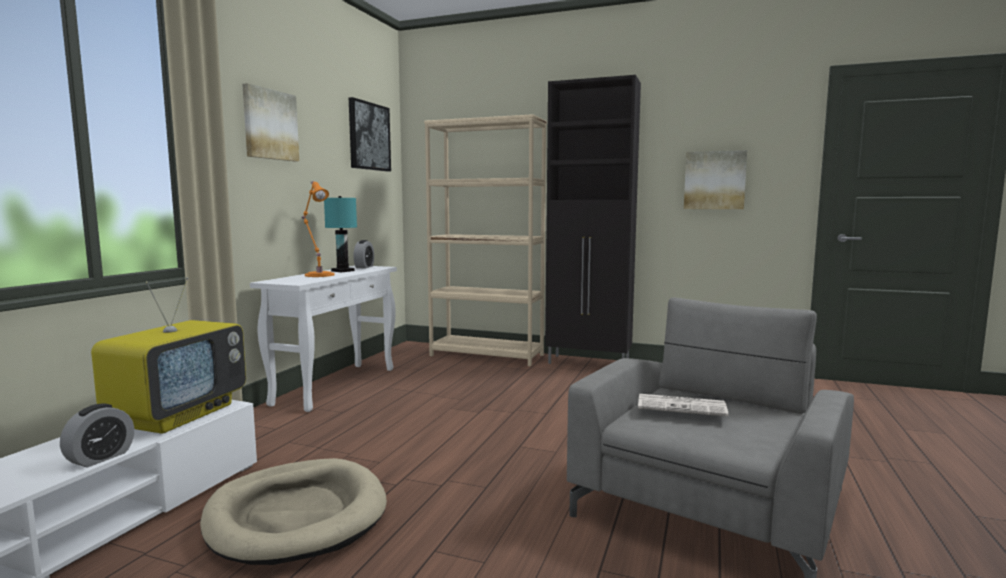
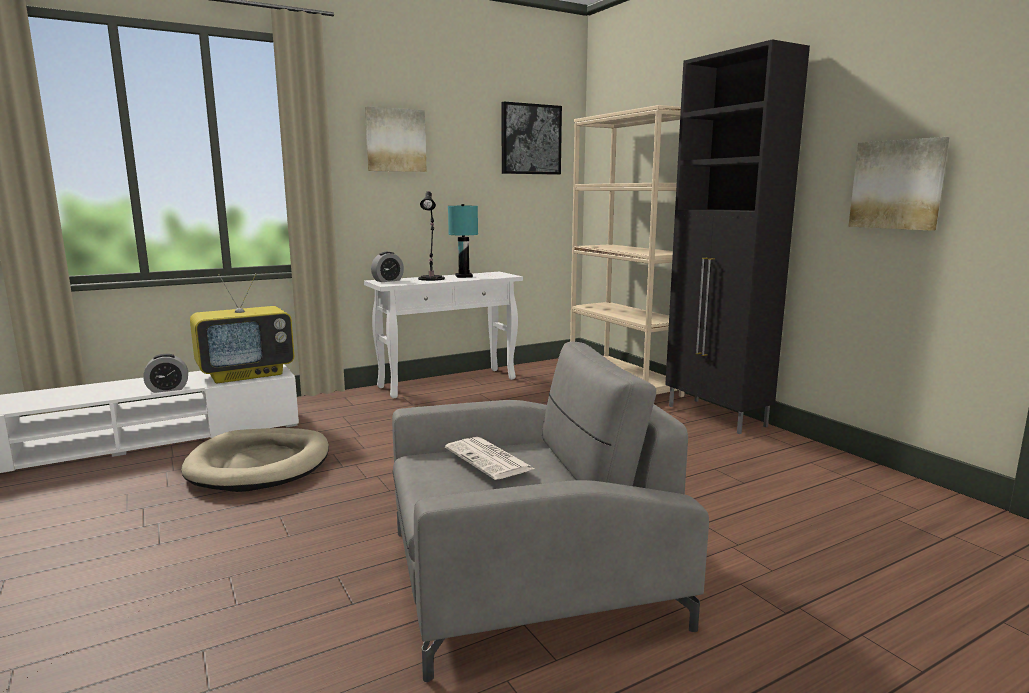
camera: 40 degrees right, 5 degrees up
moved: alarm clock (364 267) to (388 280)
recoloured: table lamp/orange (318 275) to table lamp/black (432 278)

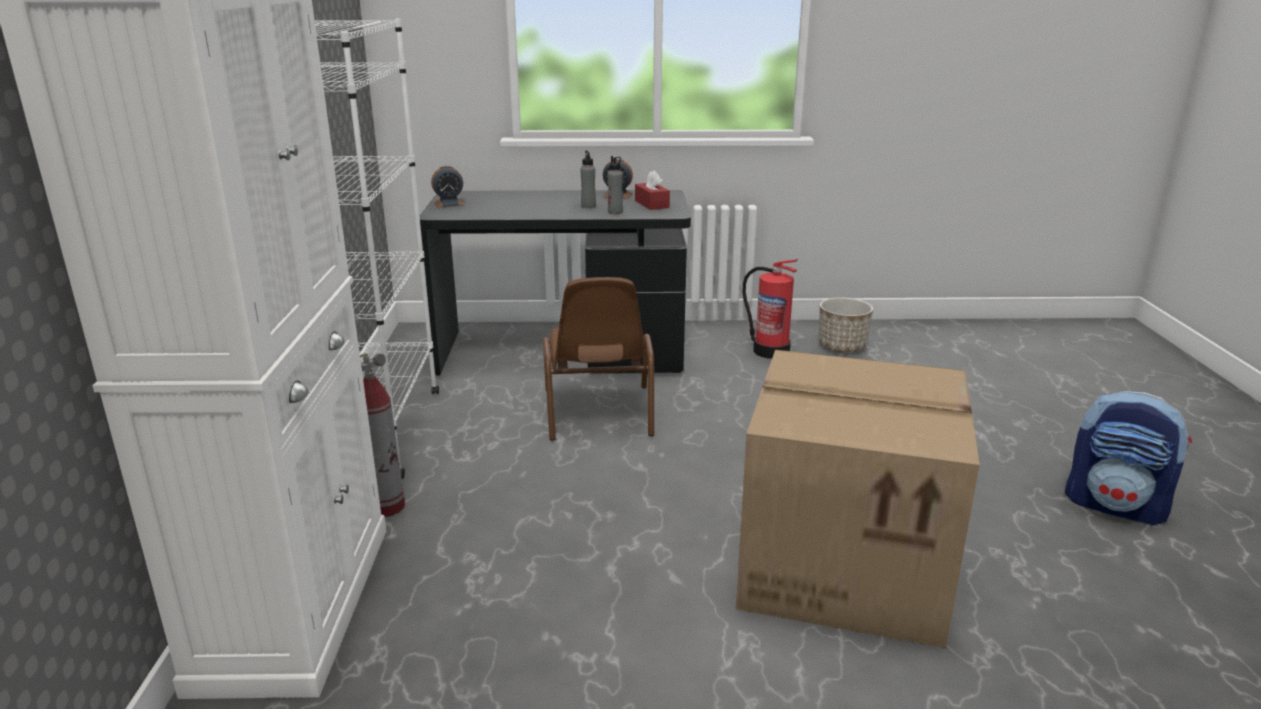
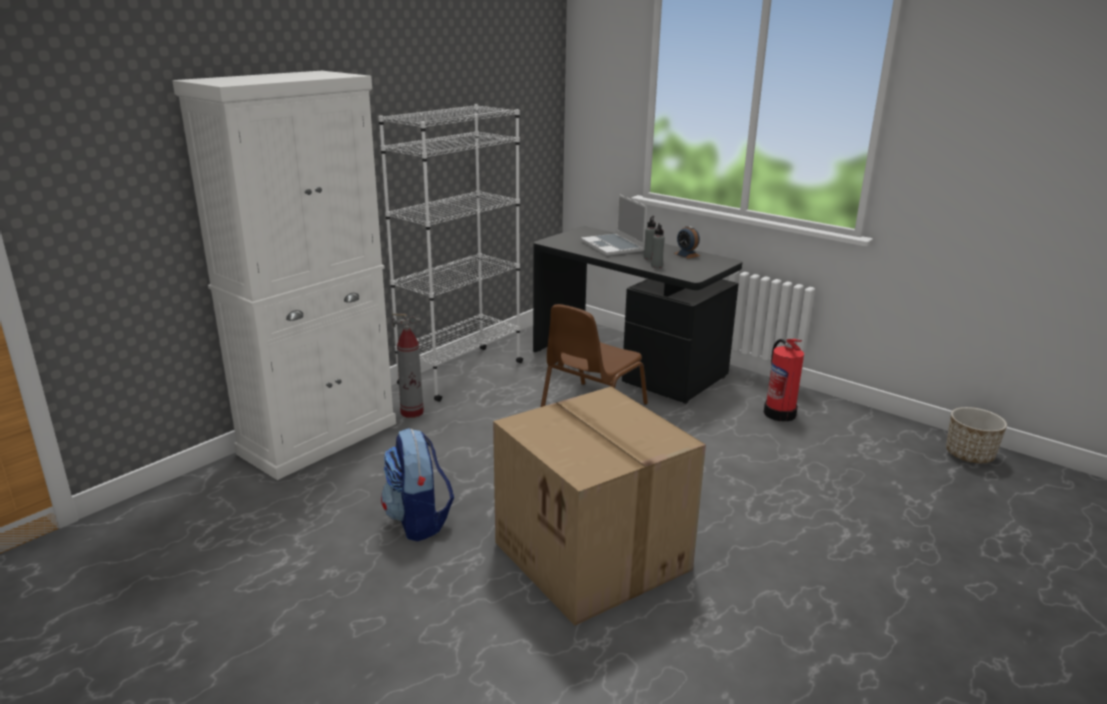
camera: 40 degrees right, 0 degrees up
removed: alarm clock (449 204); tissue box/red (652 204)
added: laptop (613 246)
moved: backpack (1116 506) to (418 521); planter (842 346) to (969 455)

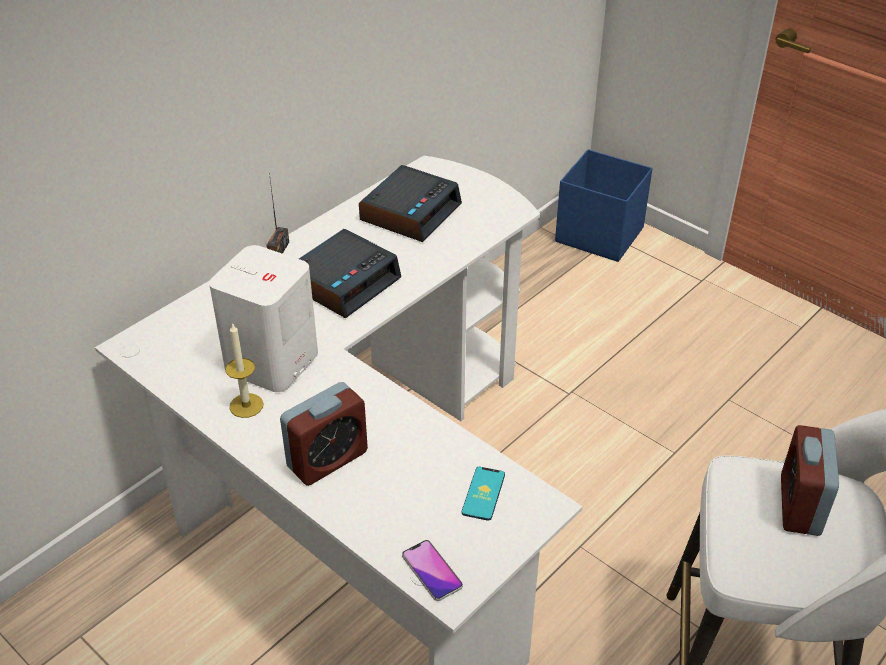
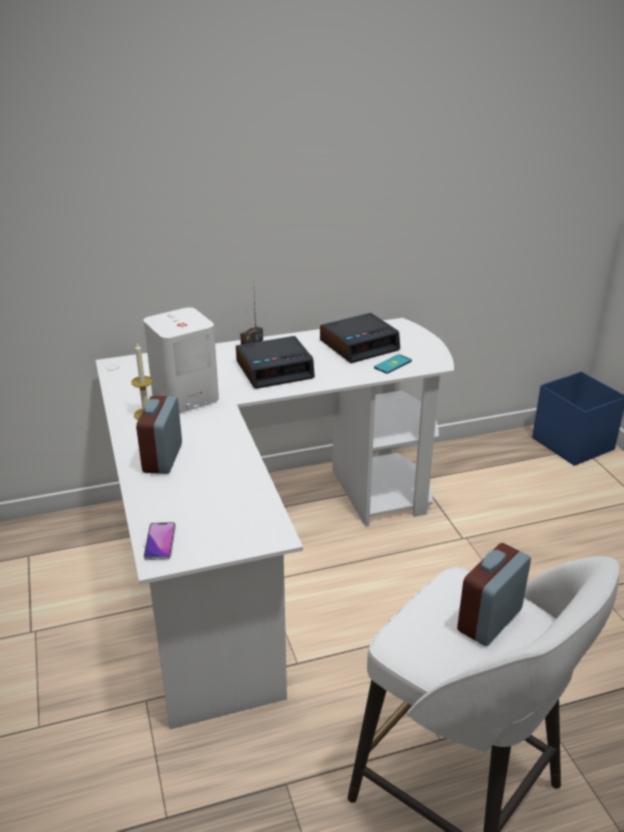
camera: 30 degrees right, 10 degrees down
moved: phone (483 494) to (393 364)
turned: alarm clock (327 459) = (162 458) 105 degrees clockwise

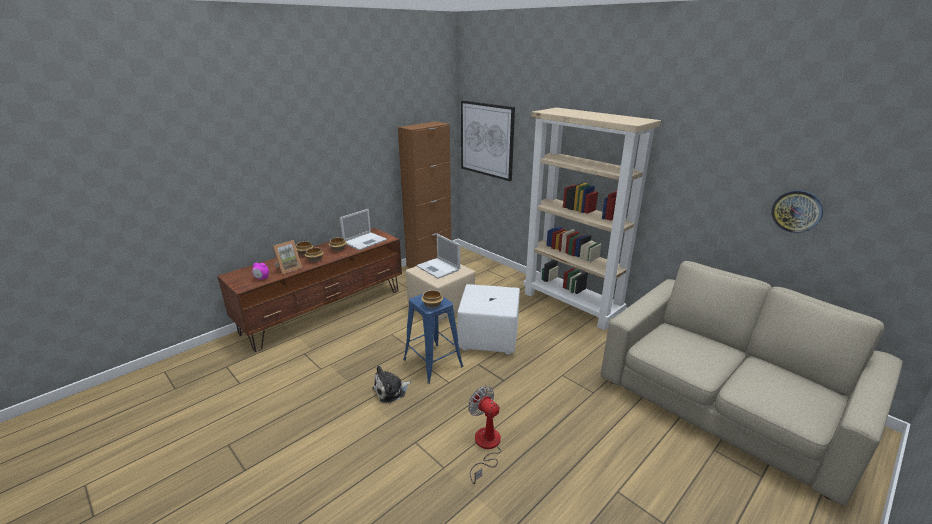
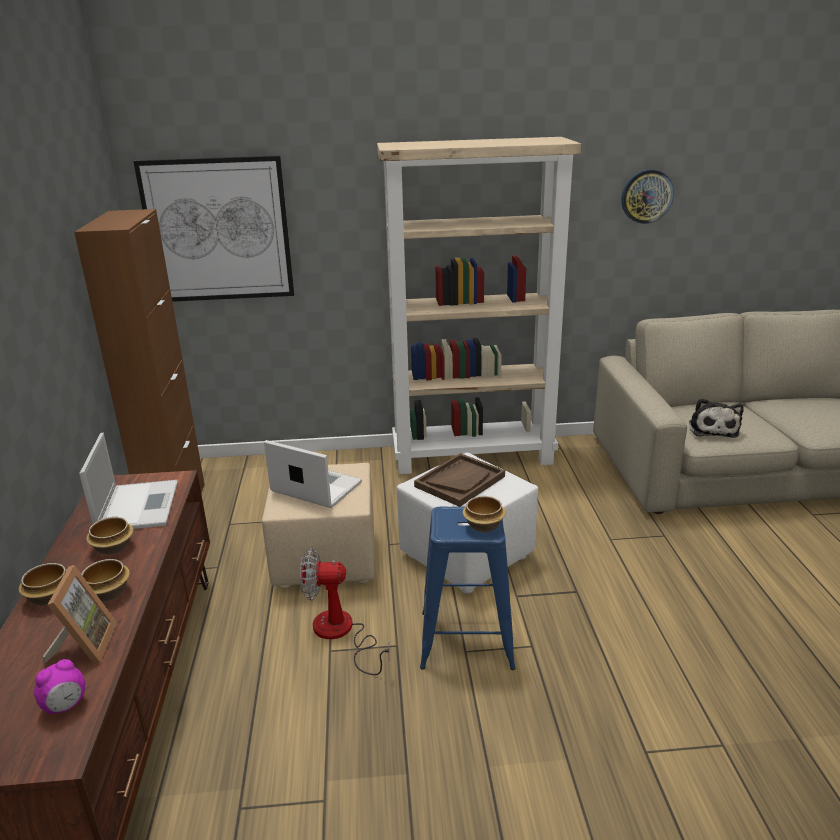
camera: 50 degrees left, 0 degrees up
added: tray/brown (460 481)
moved: fan (485 446) to (341 634); wall clock (796 211) to (646 196); plush toy (391 391) to (712 429)
turned: laptop (438 268) = (314 487) 150 degrees counterclockwise

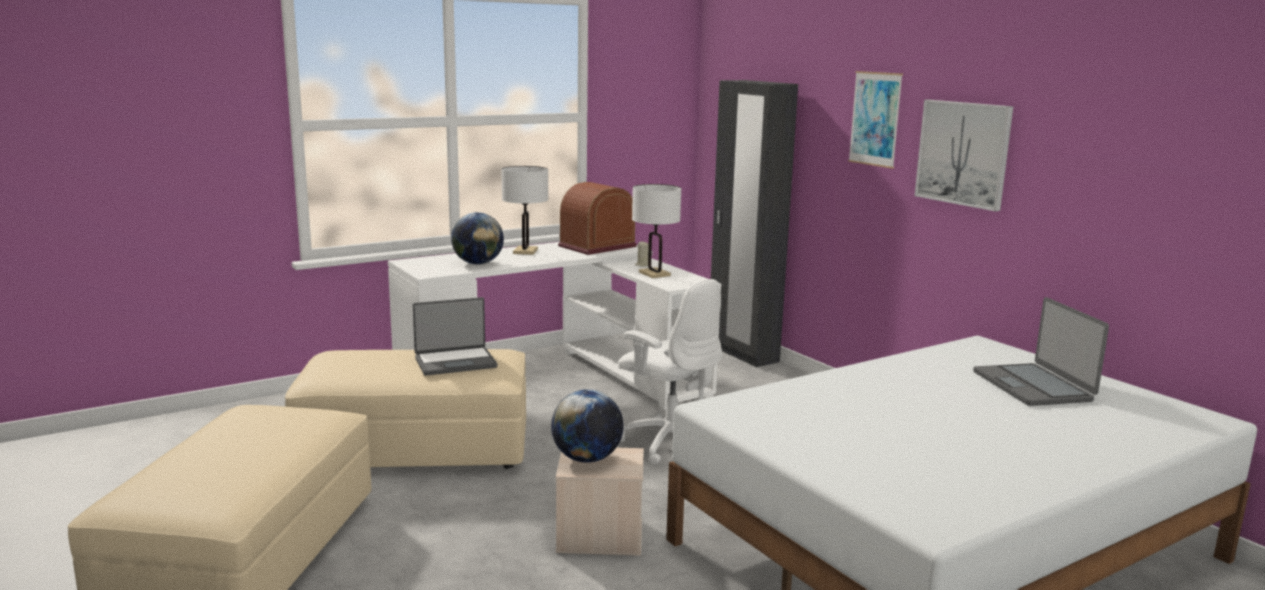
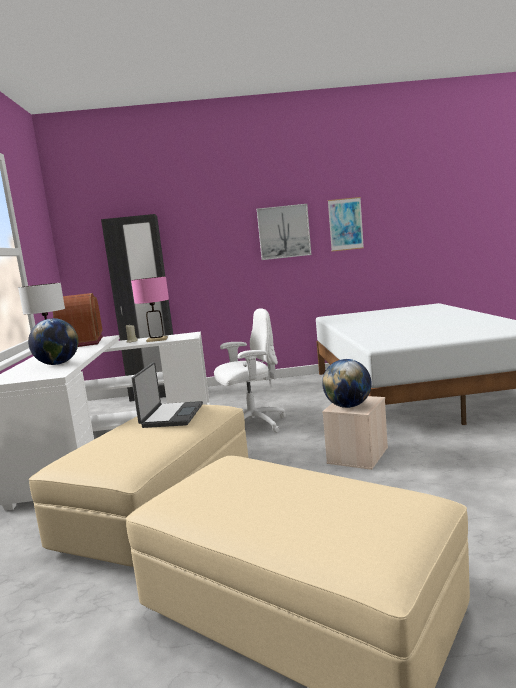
camera: 60 degrees left, 5 degrees down
removed: laptop (1033 386)
moved: picture (875 119) to (345 224)
recoloured: table lamp/white (654 274) to table lamp/pink (157 340)

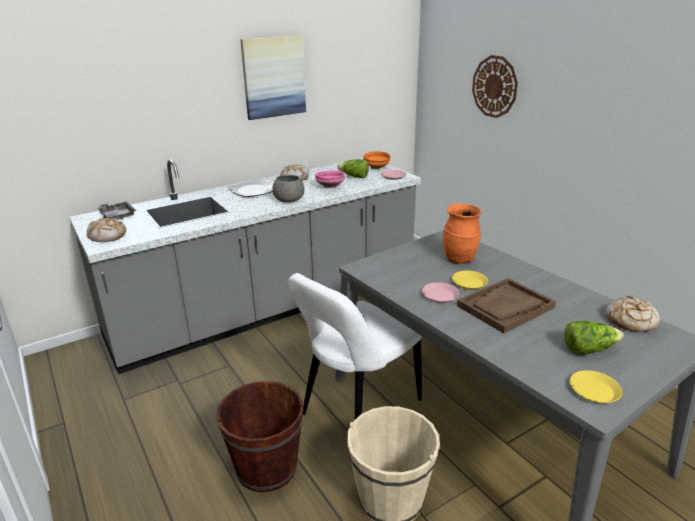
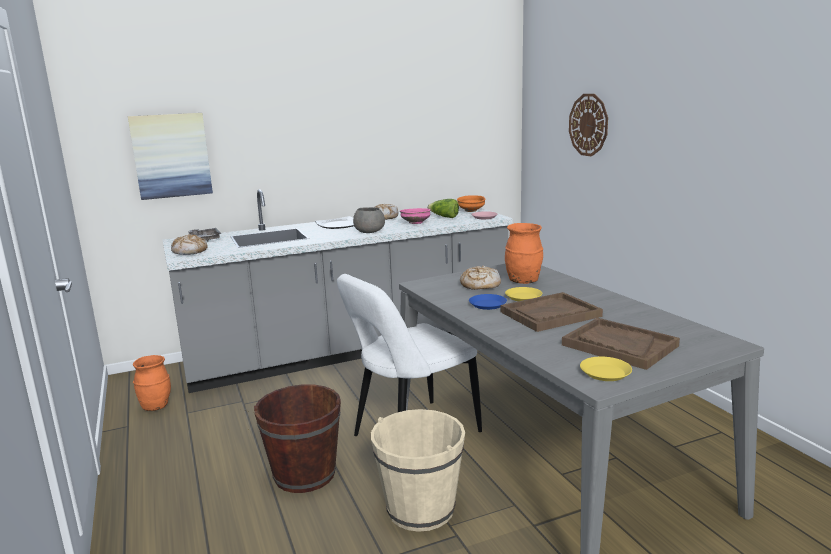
camera: 10 degrees right, 10 degrees down
added: vase/orange (156 406)
moved: picture (273 77) to (171 155); bread (630 321) to (479 285)
replaced: lettuce (588 349) to tray/brown (619 345)
recoloured: plate/pink (440 295) to plate/blue (487 305)

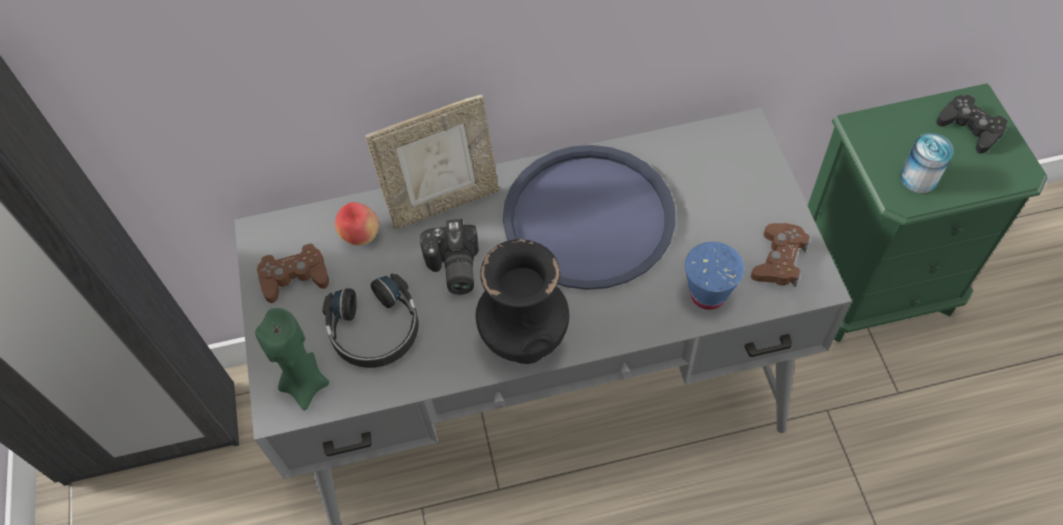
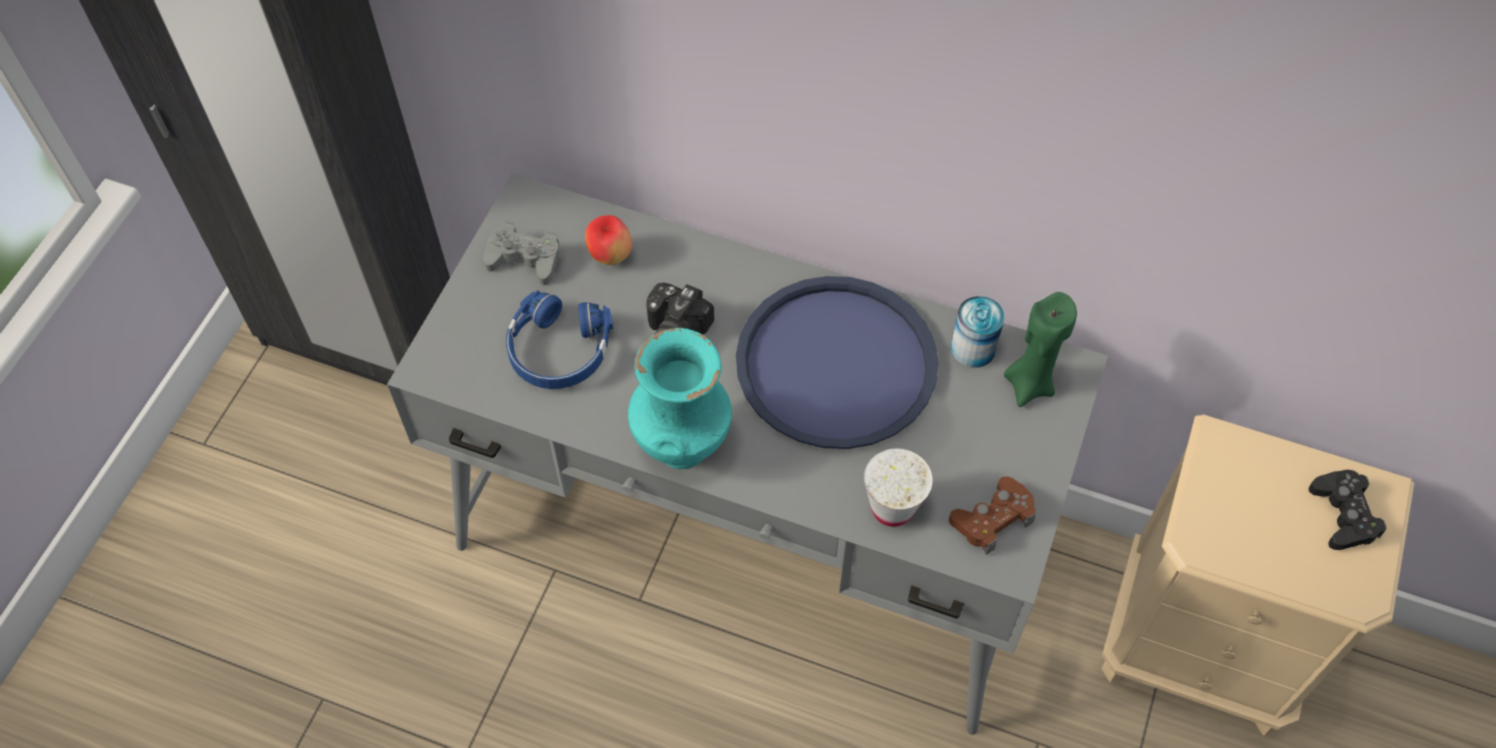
camera: 30 degrees right, 0 degrees up
removed: picture frame (444 203)
moved: can (918 178) to (973 348); candle/green (305 384) to (1029 384)
recoloured: game controller/brown (295 277) to game controller/grey (524 259); headphones/black (375 330) to headphones/blue (558 351); vase/black (524 342) to vase/turquoise (682 444); cup/blue (708 294) to cup/white (892 508); nightstand/green (873 285) to nightstand/beige (1200 646)

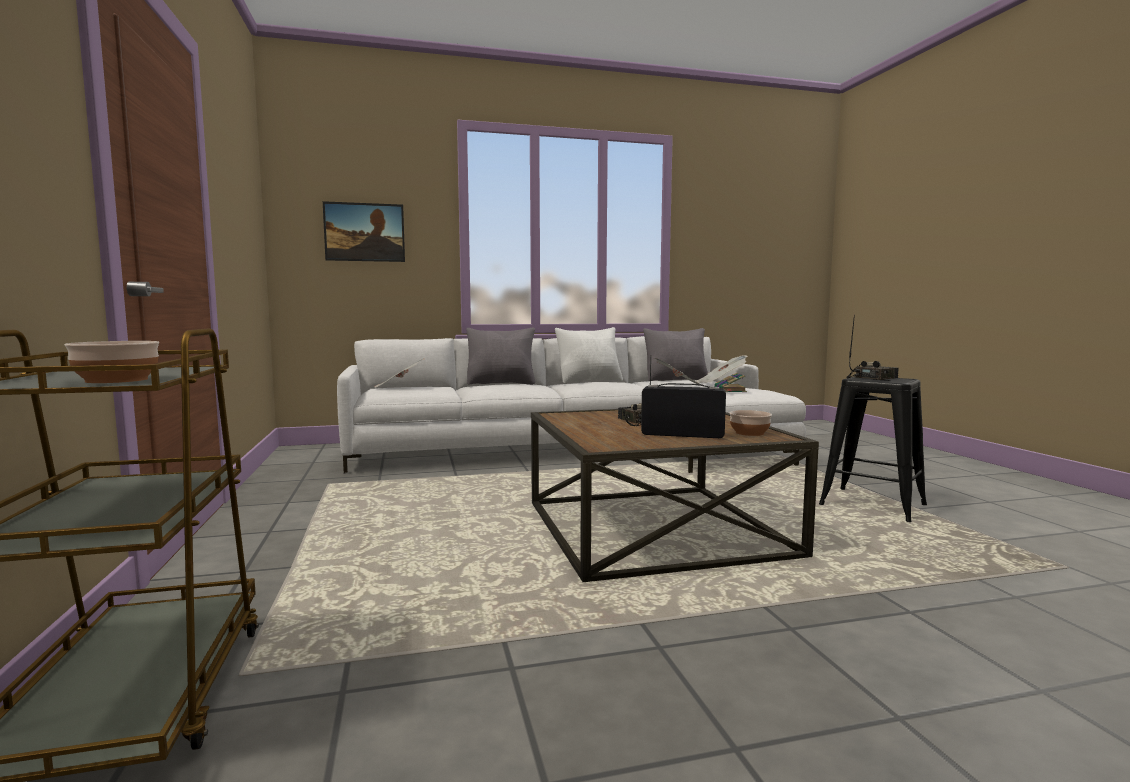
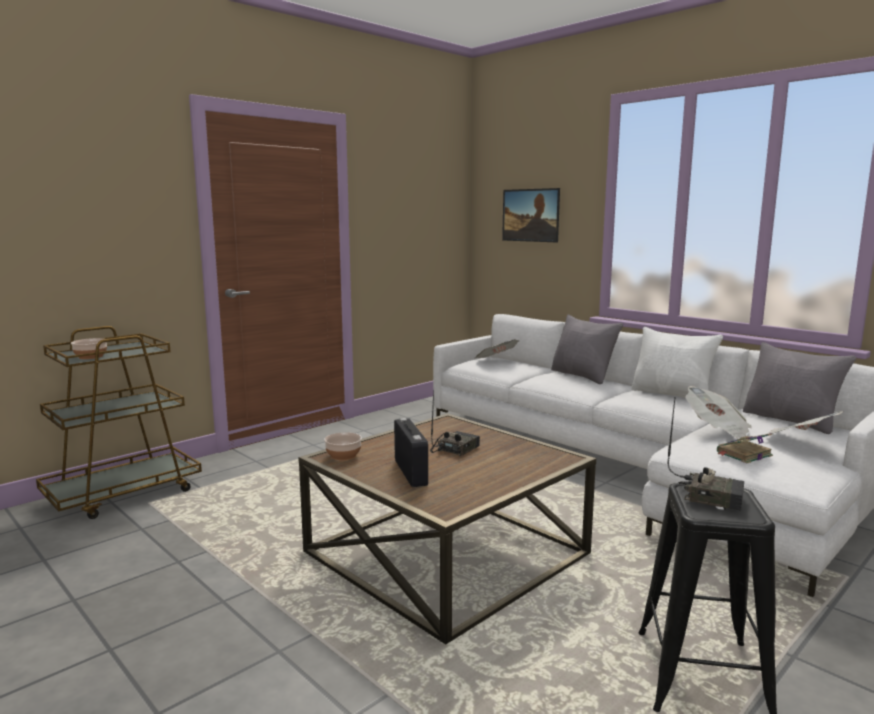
camera: 60 degrees right, 5 degrees up
moved: bowl (750 433) to (343 455)

